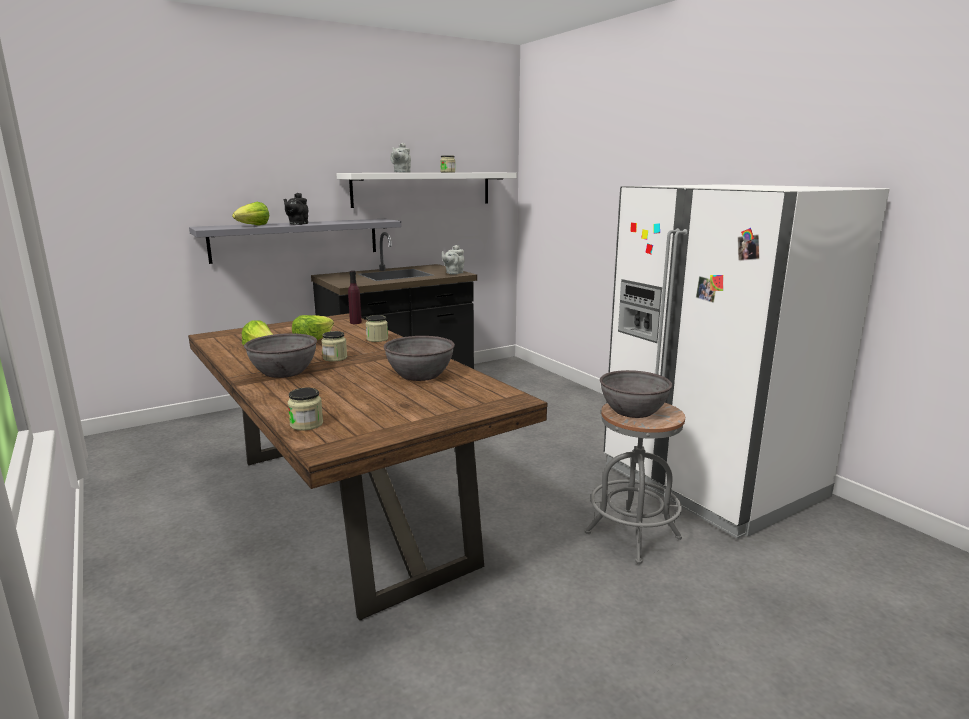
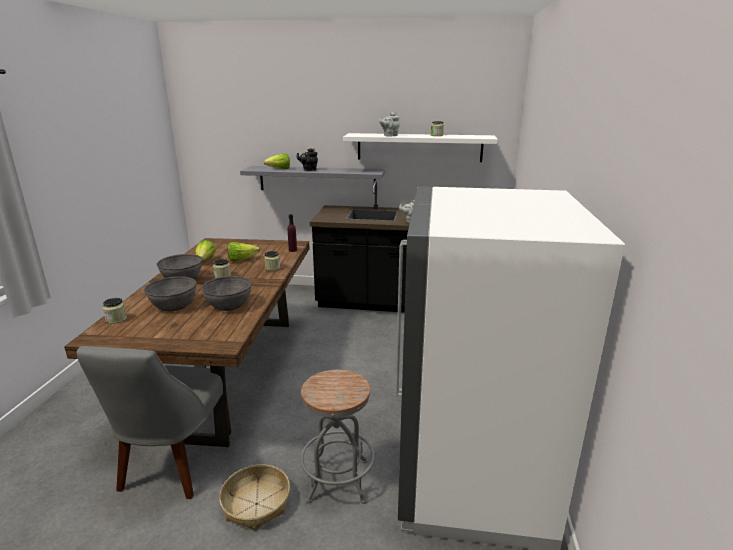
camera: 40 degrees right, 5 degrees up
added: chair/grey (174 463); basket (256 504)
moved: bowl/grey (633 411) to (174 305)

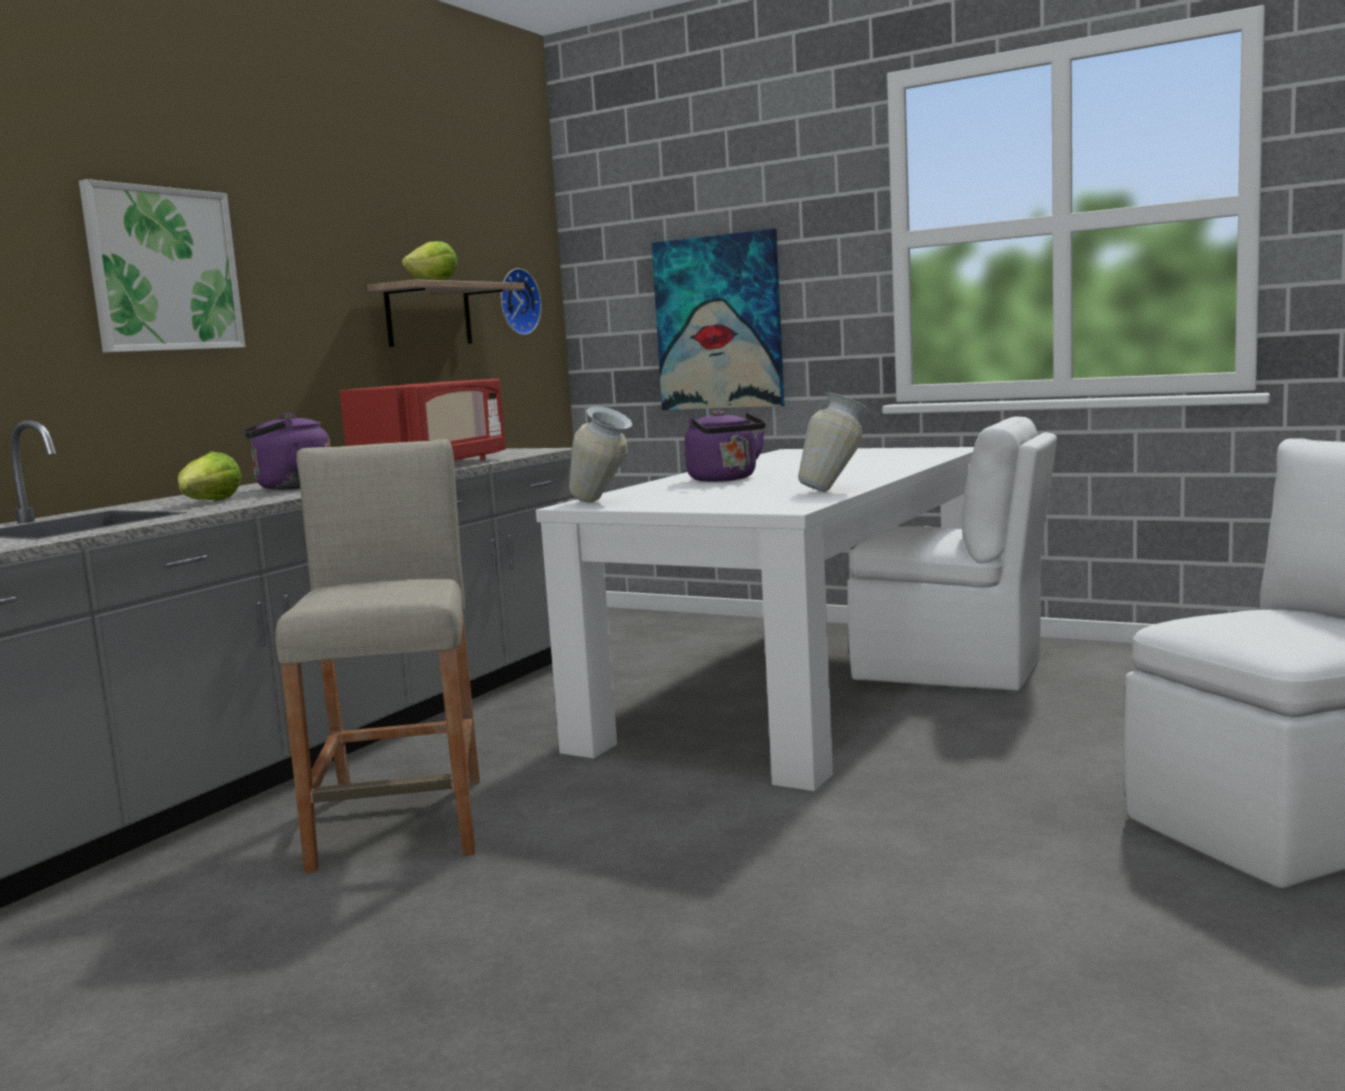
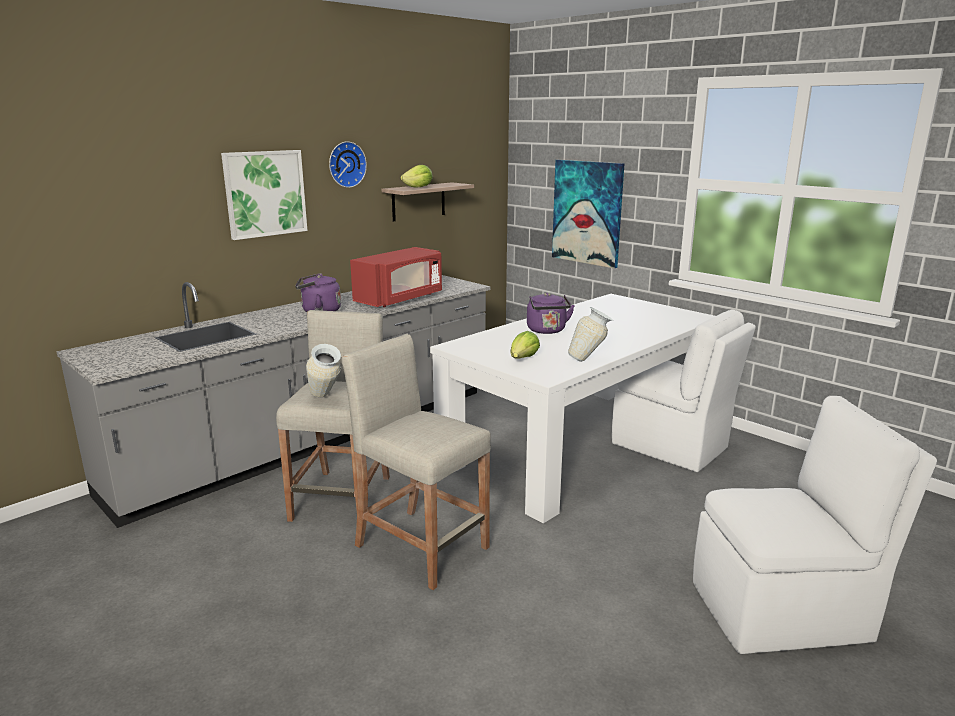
camera: 15 degrees right, 10 degrees up
added: stool/beige (421 546)
moved: vase (603 502) to (325 400); wall clock (516 302) to (346 164); lettuce (210 502) to (523 359)

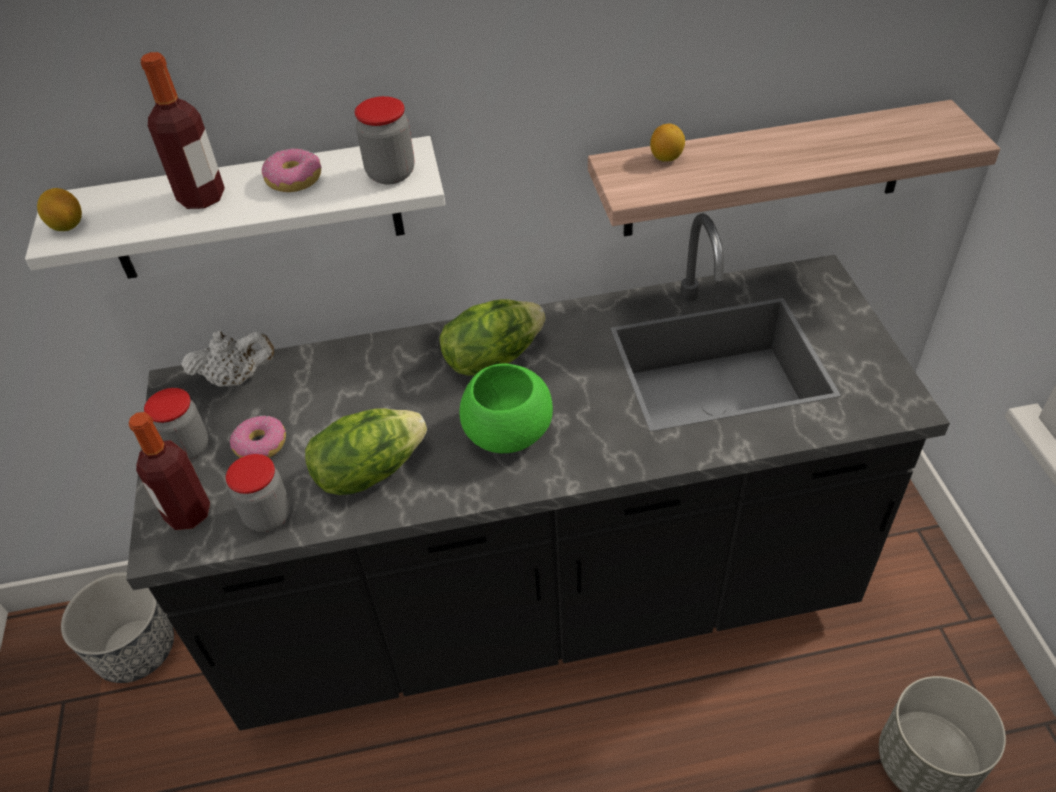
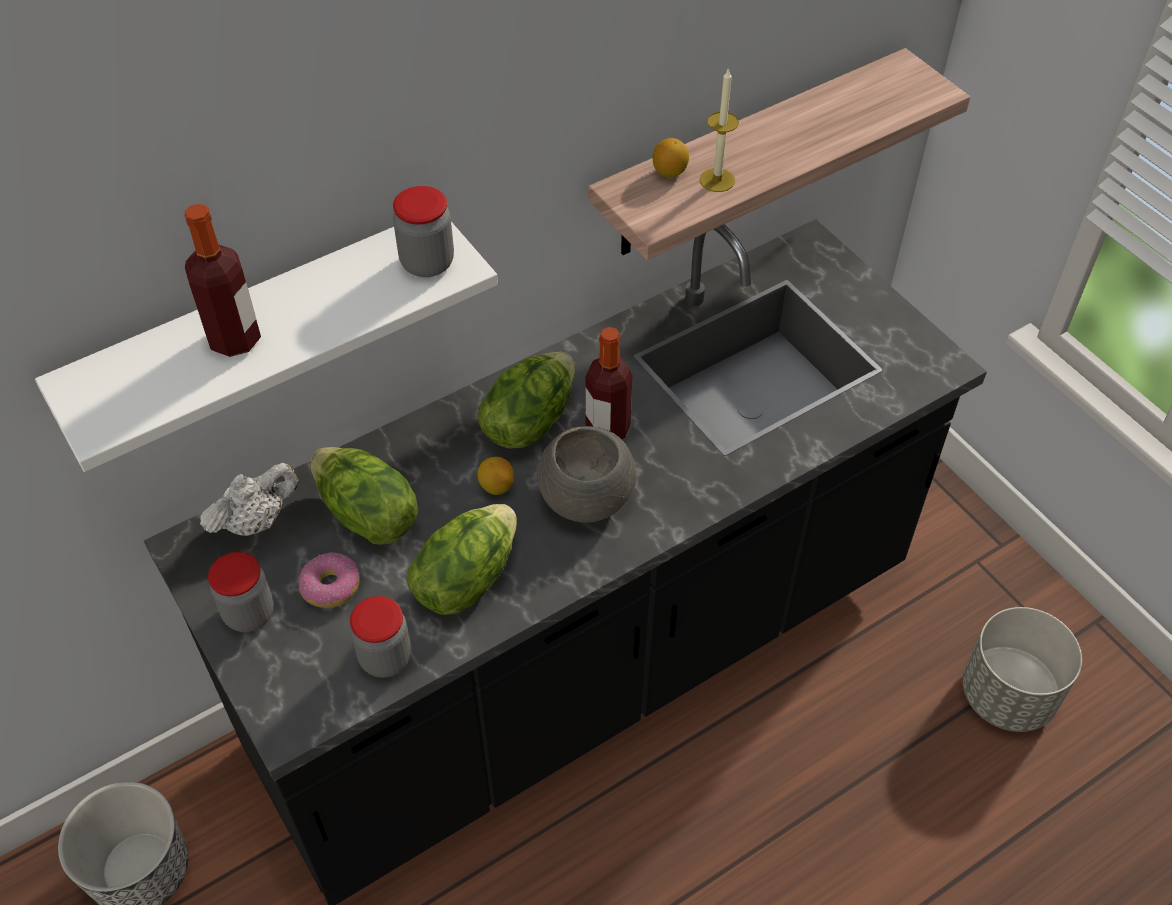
camera: 25 degrees left, 5 degrees up
removed: donut (294 179)
added: lettuce (367 516); candle (717 180)
moved: lemon (67 226) to (496 487); bottle (188 514) to (607 429)
recoloured: bowl/green (506 433) to bowl/grey (586 498)

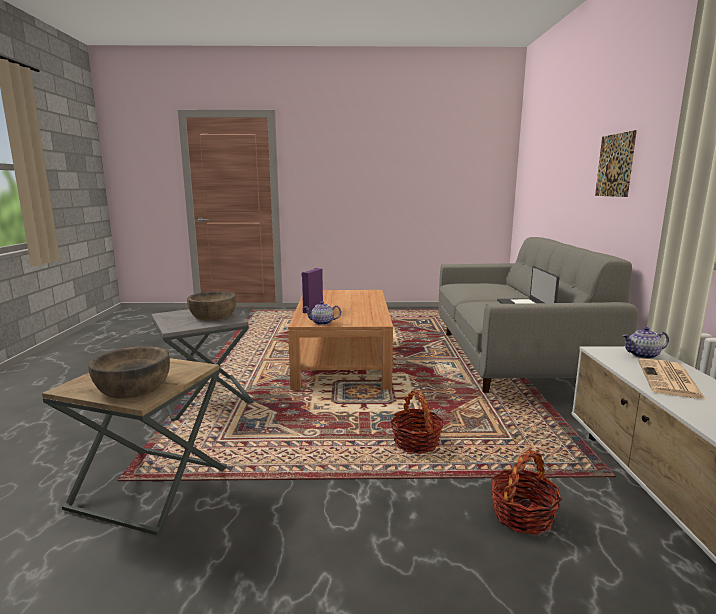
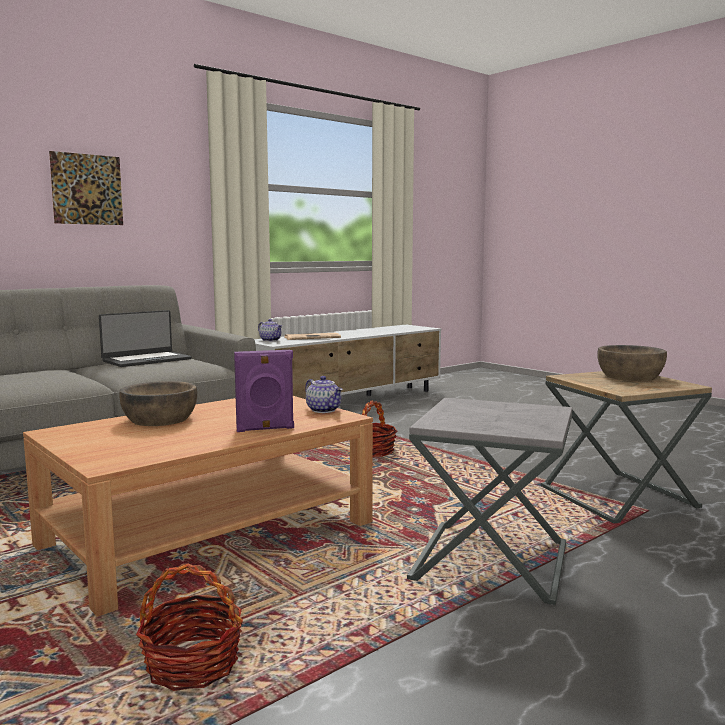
camera: 130 degrees left, 5 degrees down
moved: bowl/brown (213 315) to (160 419); basket (522 515) to (192 665)

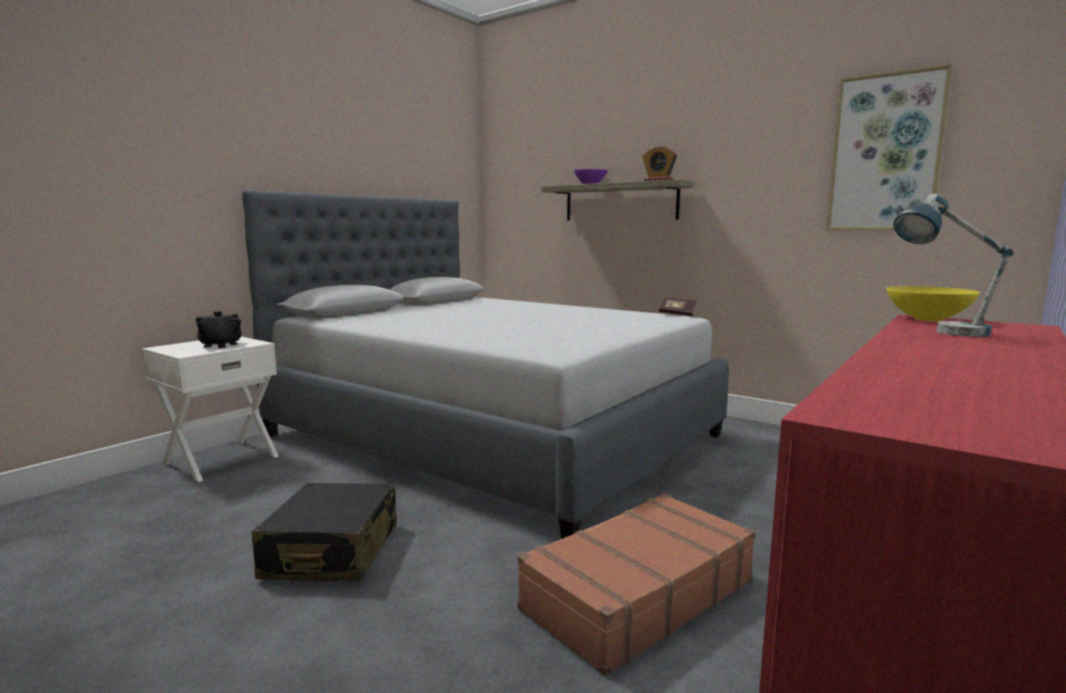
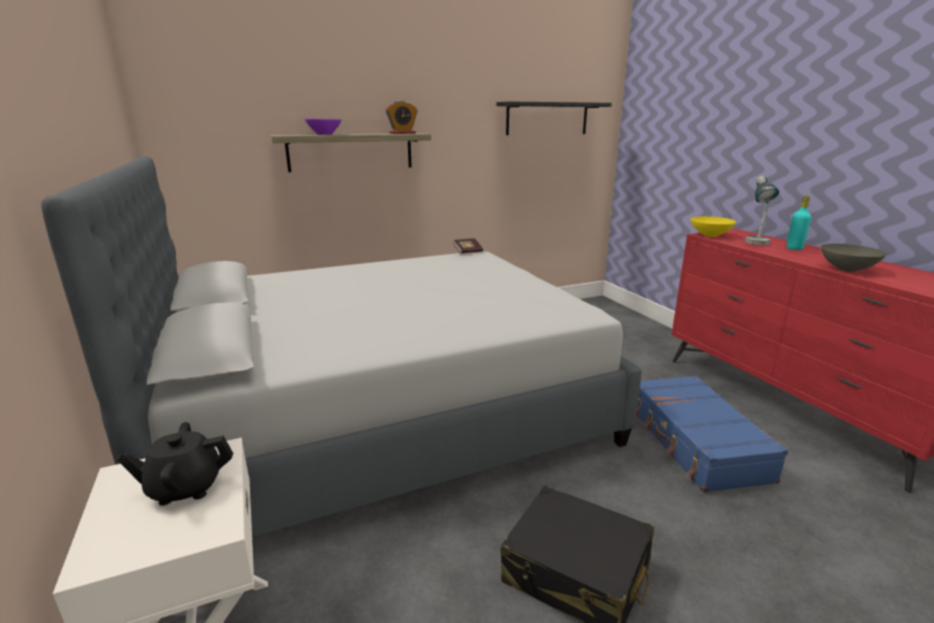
camera: 60 degrees left, 10 degrees up
added: bottle/turquoise (794 248); bowl/grey (847 269)
replaced: picture (885 153) to shelf/black (547 118)
recoloured: suitcase/brown (636 595) to suitcase/blue (695 443)
turned: teapot/black (220 345) = (185 487) 120 degrees clockwise

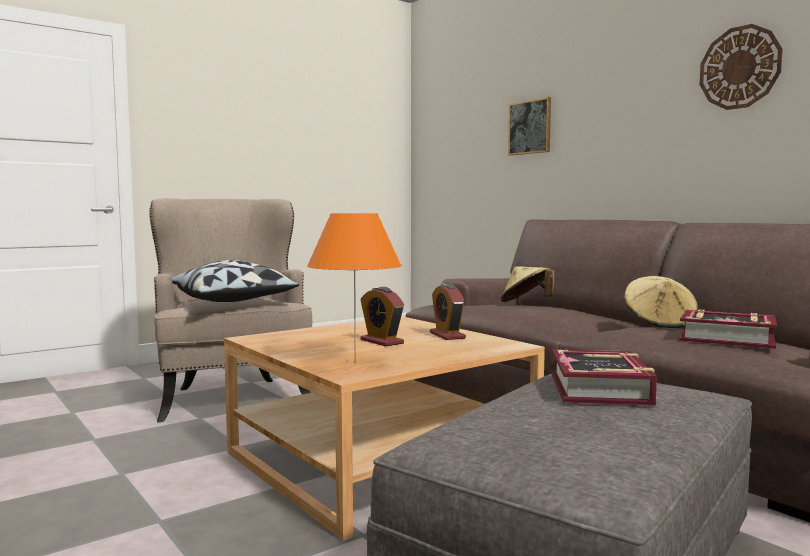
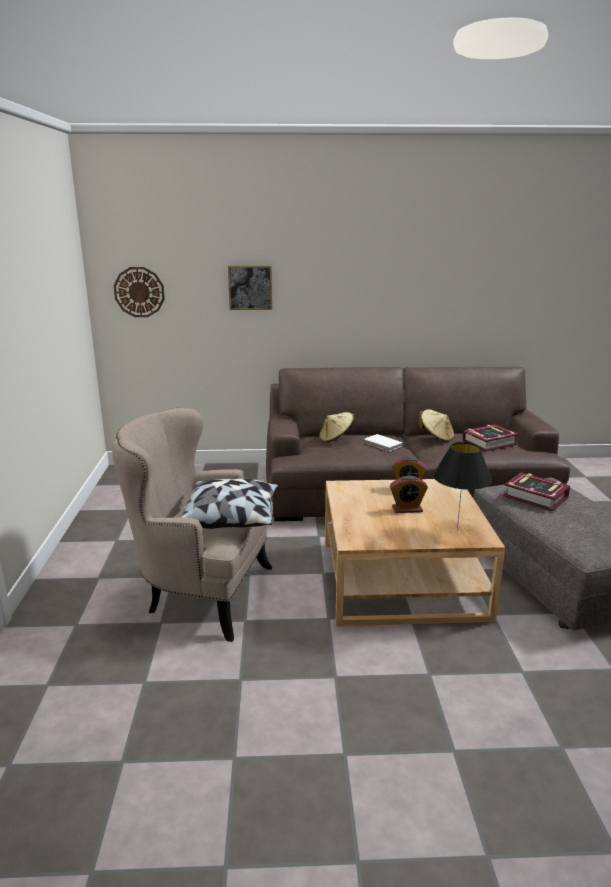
camera: 55 degrees left, 15 degrees up
added: book/white (382 444)
moved: wall clock (739 67) to (139 292)
recoloured: table lamp/orange (354 362) to table lamp/black (457 530)

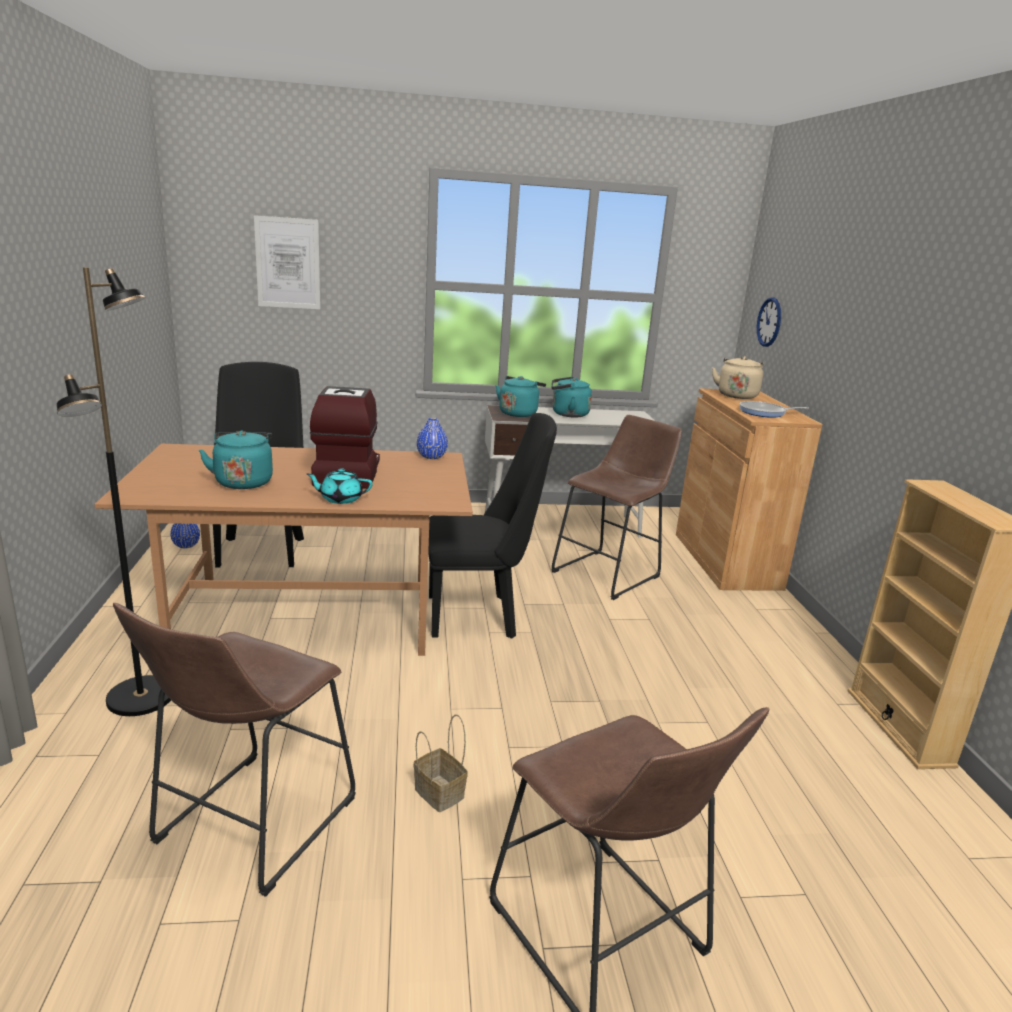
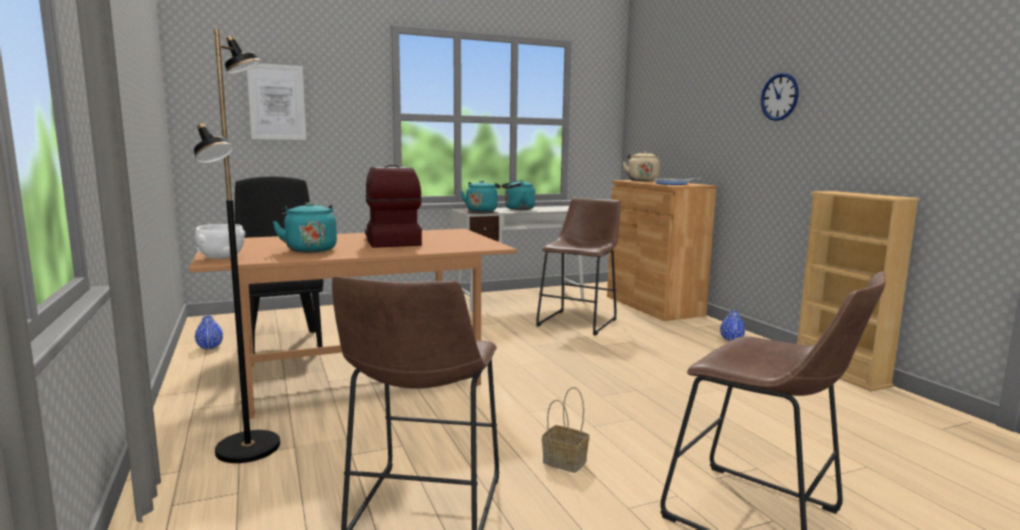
camera: 15 degrees left, 10 degrees down
removed: teapot/turquoise (340 499); chair/black (480 615)
added: bowl/white (222 258)
moved: vase/blue (431 456) to (731 339); wall clock (769 322) to (779 97)

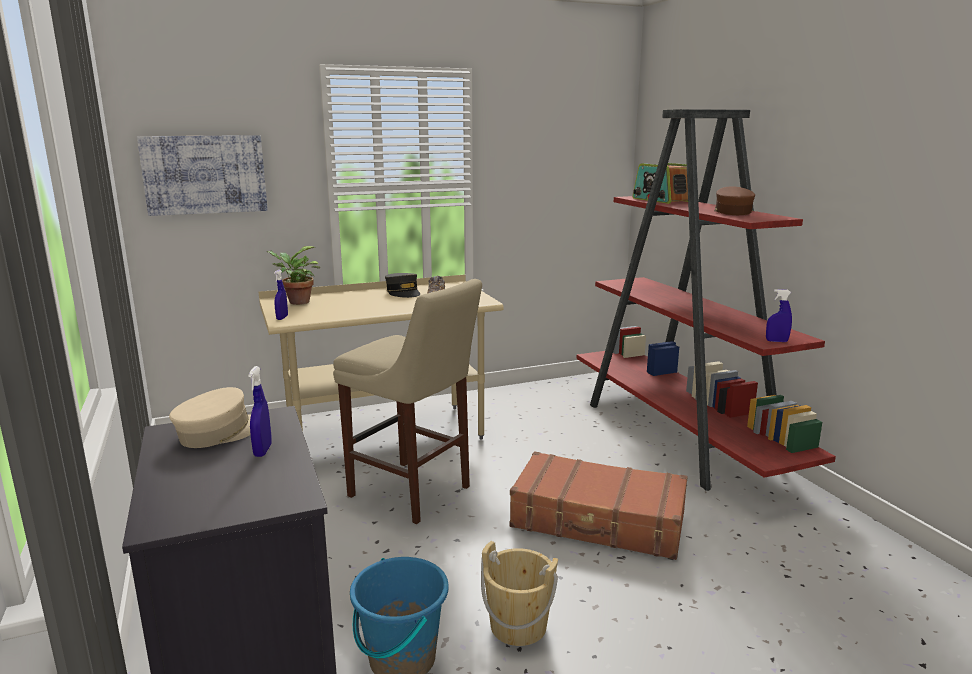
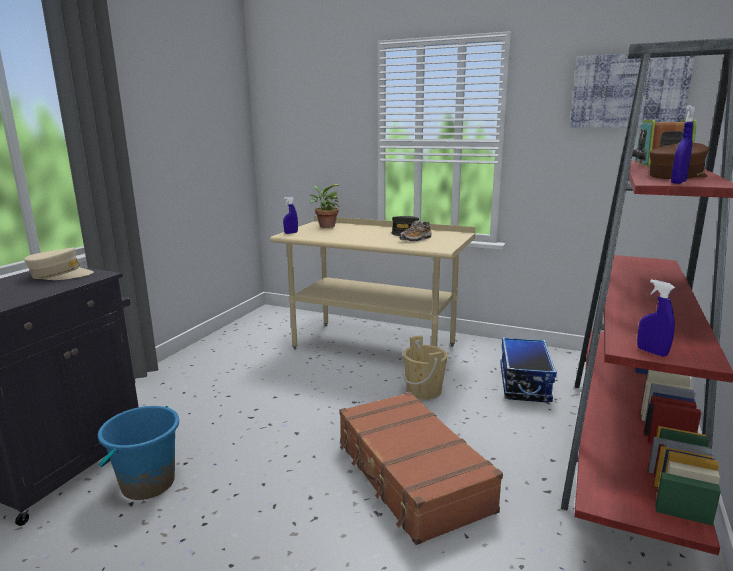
camera: 45 degrees right, 0 degrees up
removed: stool/beige (413 493)
added: storage box (523 383)
moved: bucket/beige (518 626) to (424 391); picture (205 174) to (628 91); spray bottle/blue (263 451) to (678 183)

